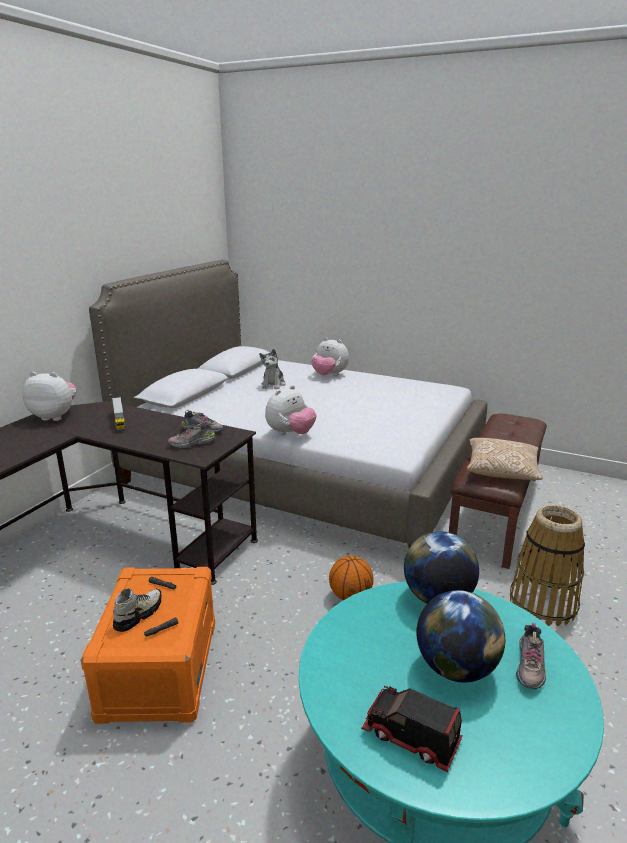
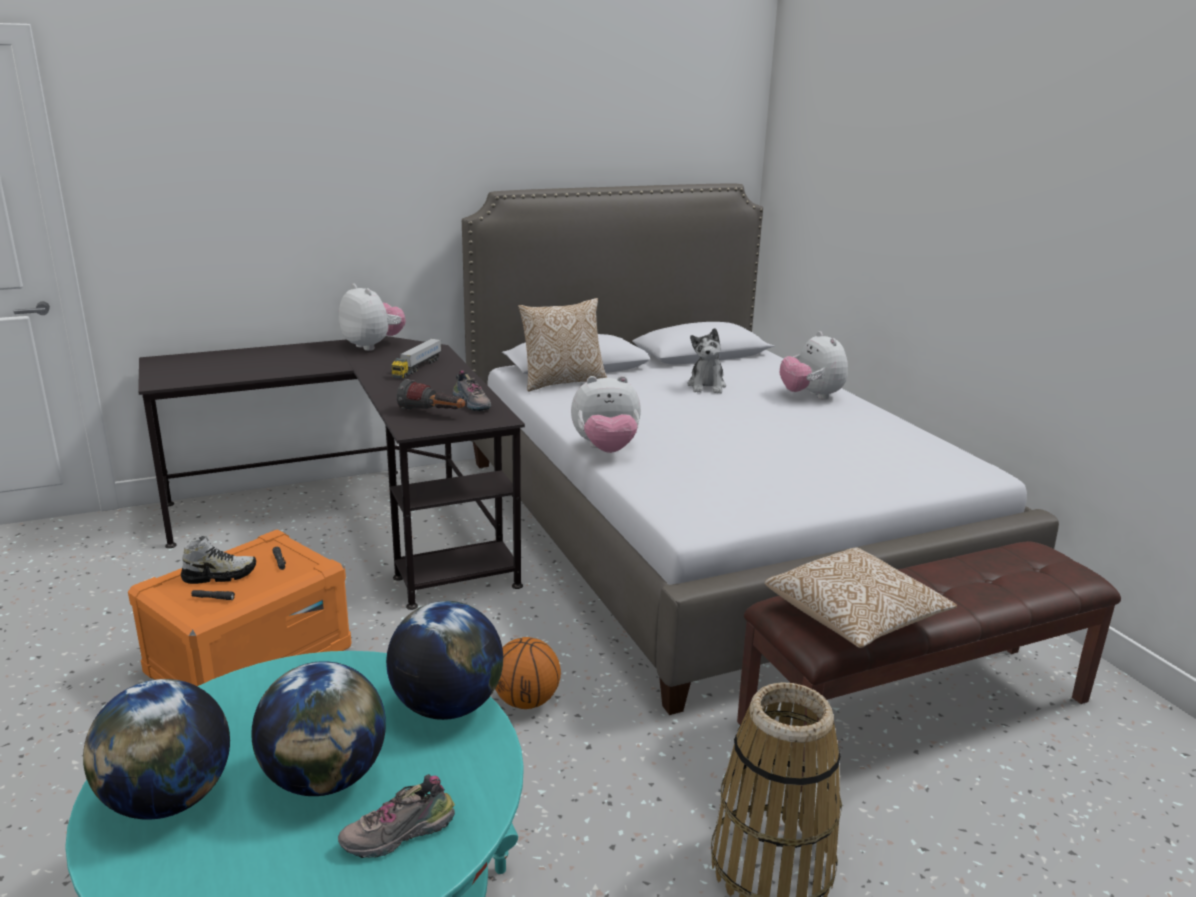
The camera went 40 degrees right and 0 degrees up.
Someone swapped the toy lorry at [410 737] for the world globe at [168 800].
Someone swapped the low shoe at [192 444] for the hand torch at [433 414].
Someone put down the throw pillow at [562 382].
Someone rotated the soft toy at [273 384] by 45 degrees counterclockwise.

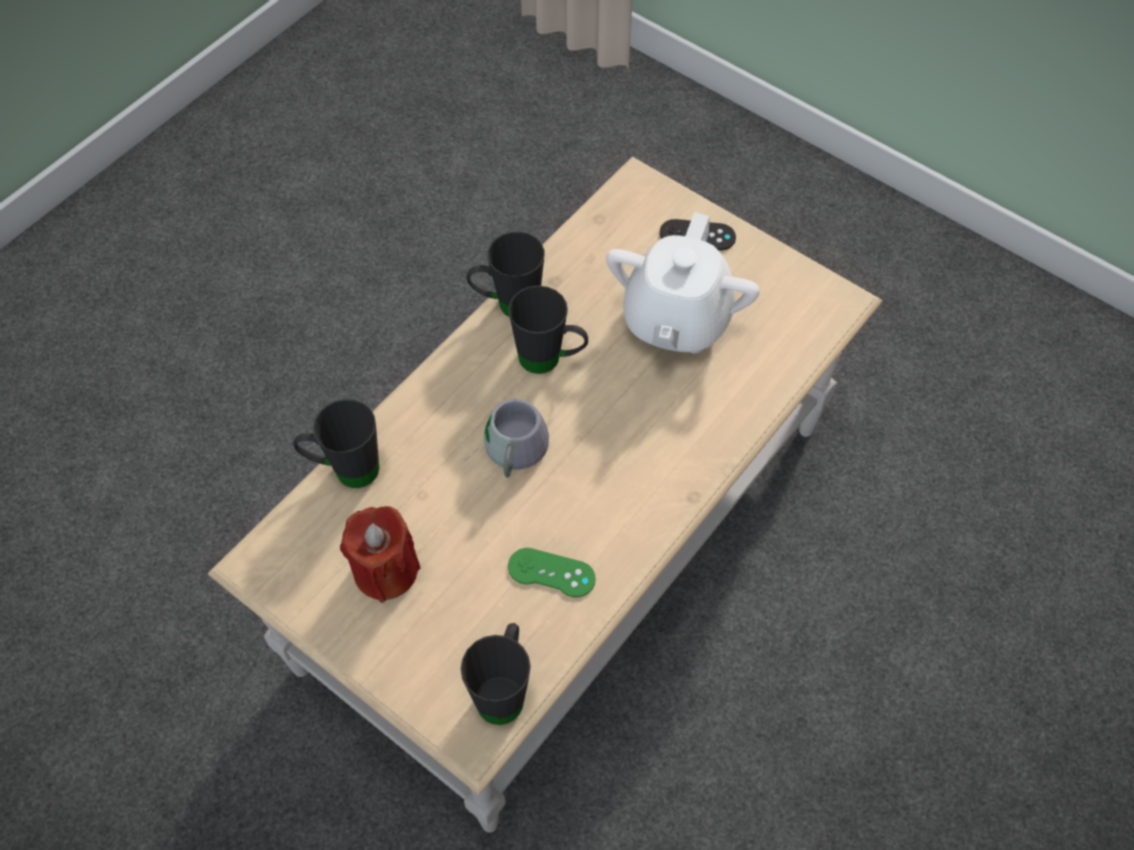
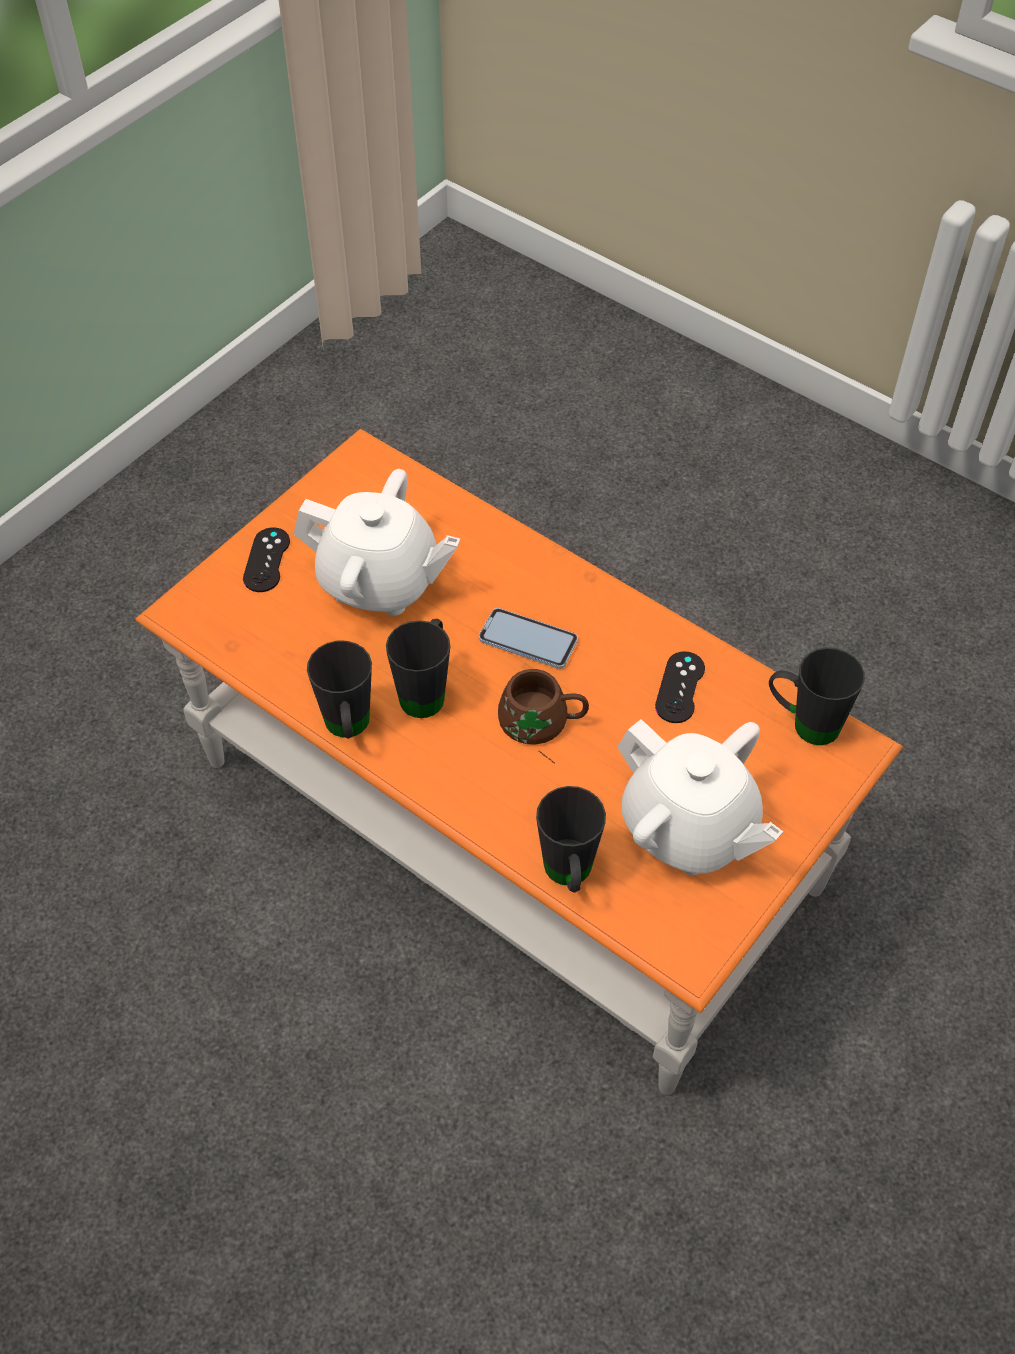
The camera went 90 degrees left and 5 degrees down.
Someone repainted the lounge table/sand-coloured at [567 543], which became the lounge table/orange at [506 824].
Someone put down the phone at [528 640].
Someone repainted the coffee mug/gray at [507 451], which became the coffee mug/brown-coloured at [541 726].
Someone swapped the candle/red-coloured at [385 570] for the tea pot/white at [688 829].
Someone repainted the gamepad/green-coloured at [551 573], which became the gamepad/black at [680 687].

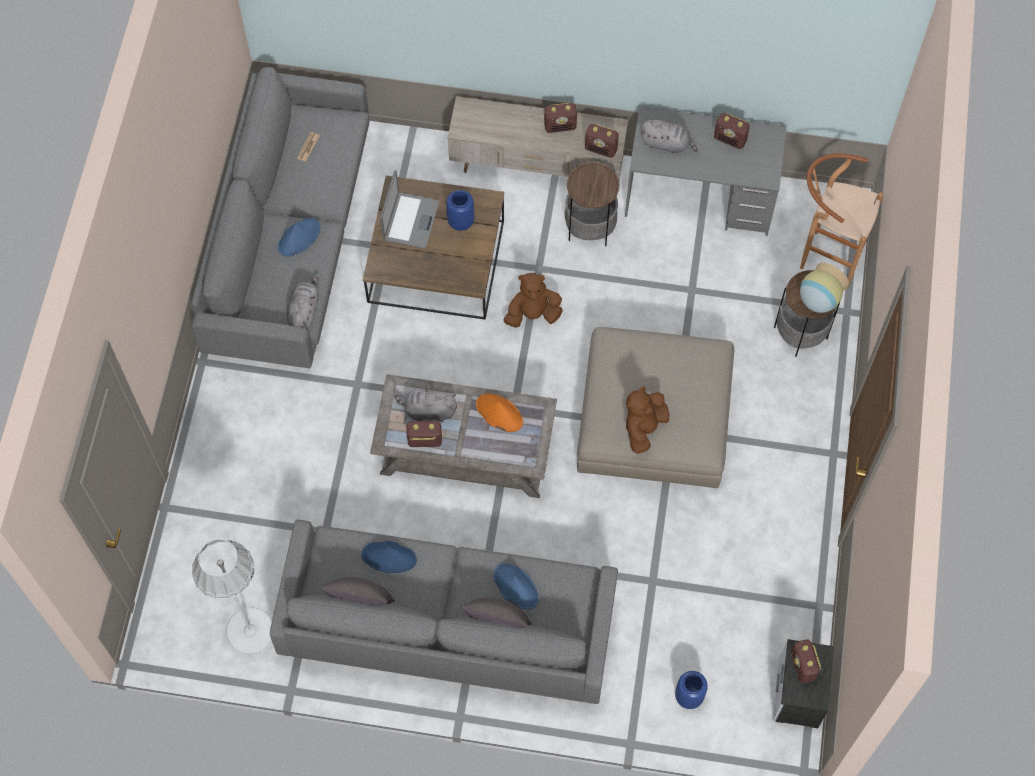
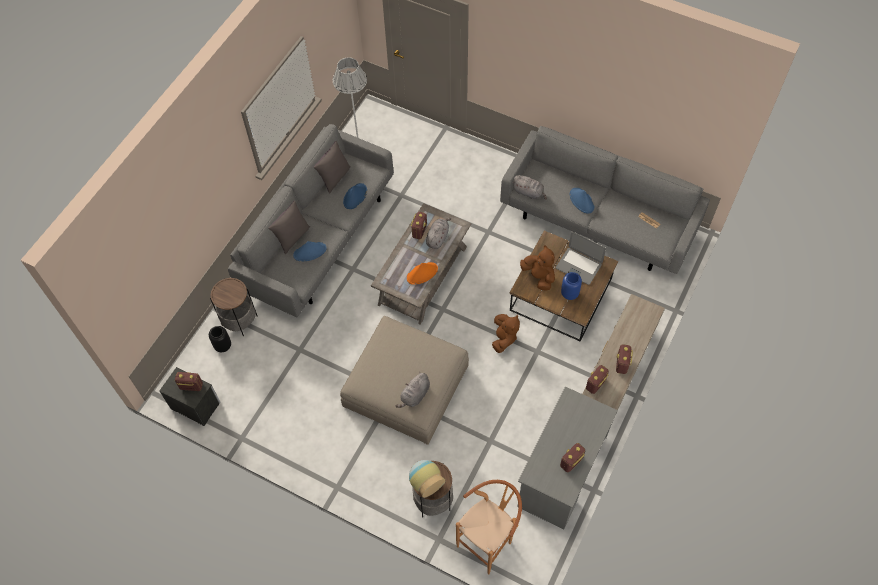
The camera went 110 degrees right and 5 degrees down.
Someone repainted the decorative vase/blue at [689 697], which became the decorative vase/black at [222 346].
Someone carried the end table from [590 227] to [239 321].
Someone carried the soft toy/gray from [667 144] to [415 395].
Someone carried the soft toy/brown-coloured from [644 428] to [539 276].

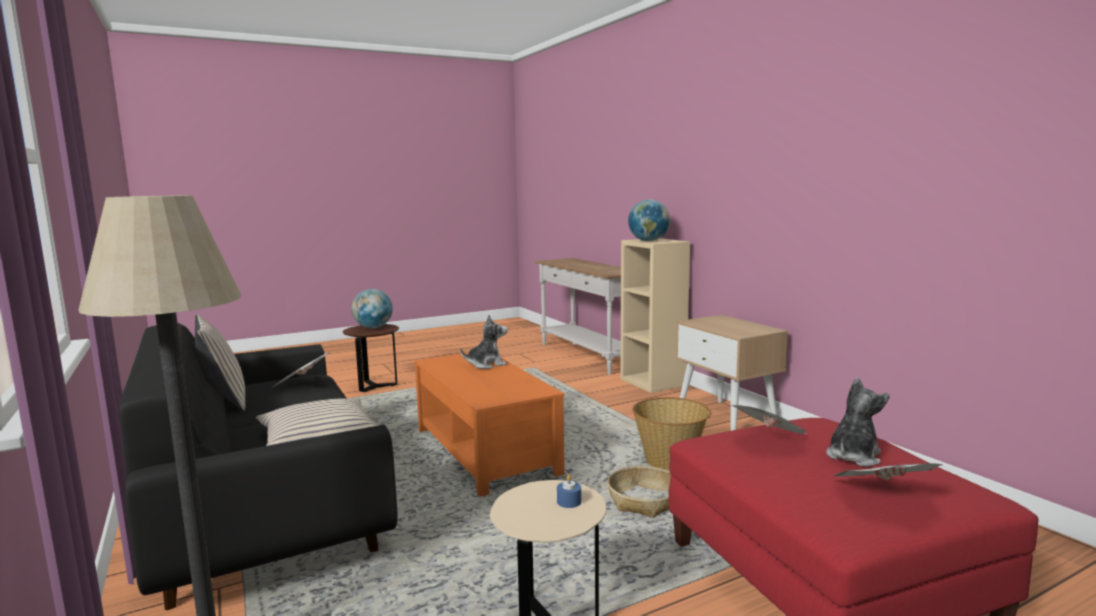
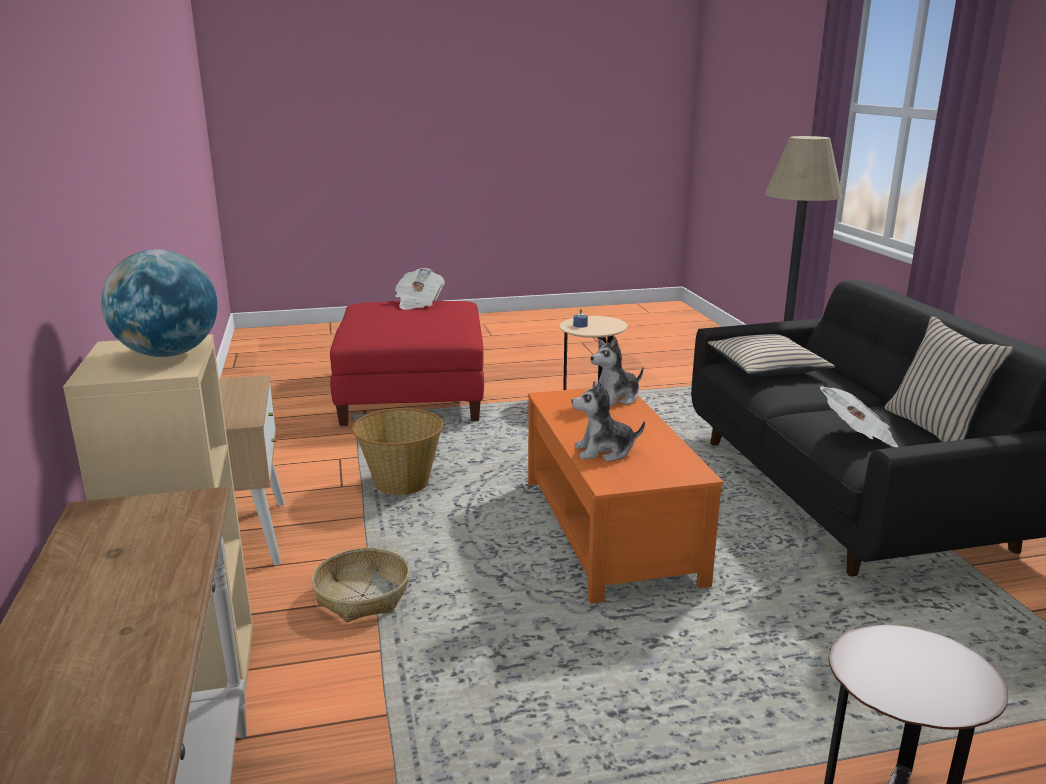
The camera went 165 degrees left and 10 degrees up.
Someone carried the household basket from [644 500] to [362 596].
Someone carried the soft toy from [853 456] to [615 398].
Someone took away the world globe at [373 328].
Someone took away the newspaper at [771 440].

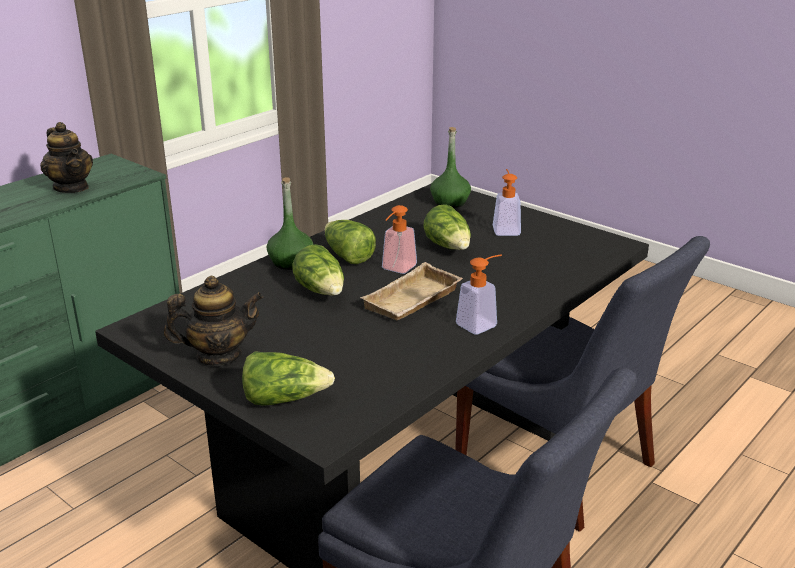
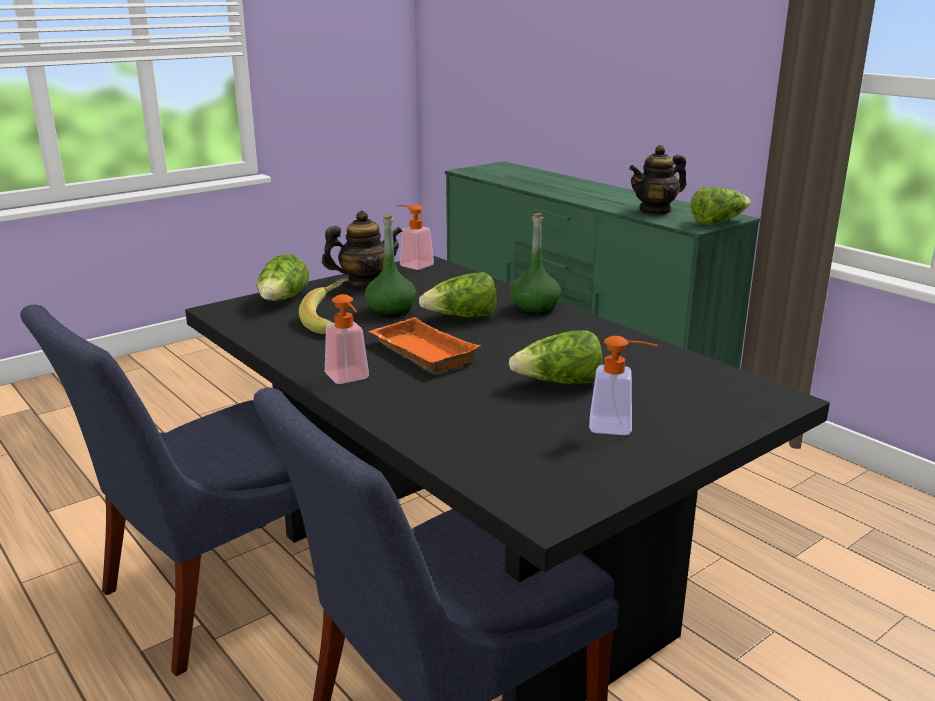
The camera went 100 degrees right and 5 degrees down.
Someone put down the banana fruit at [332 322].
Someone rotated the tea pot at [218 355] by 105 degrees counterclockwise.
Someone carried the bottle/green-coloured from [450 202] to [390 311].
Someone repainted the tray/sand-coloured at [413 301], which became the tray/orange at [419 353].
Someone carried the liquid soap bottle from [396 269] to [412 264].
Someone carried the lettuce head from [347 256] to [718 222].

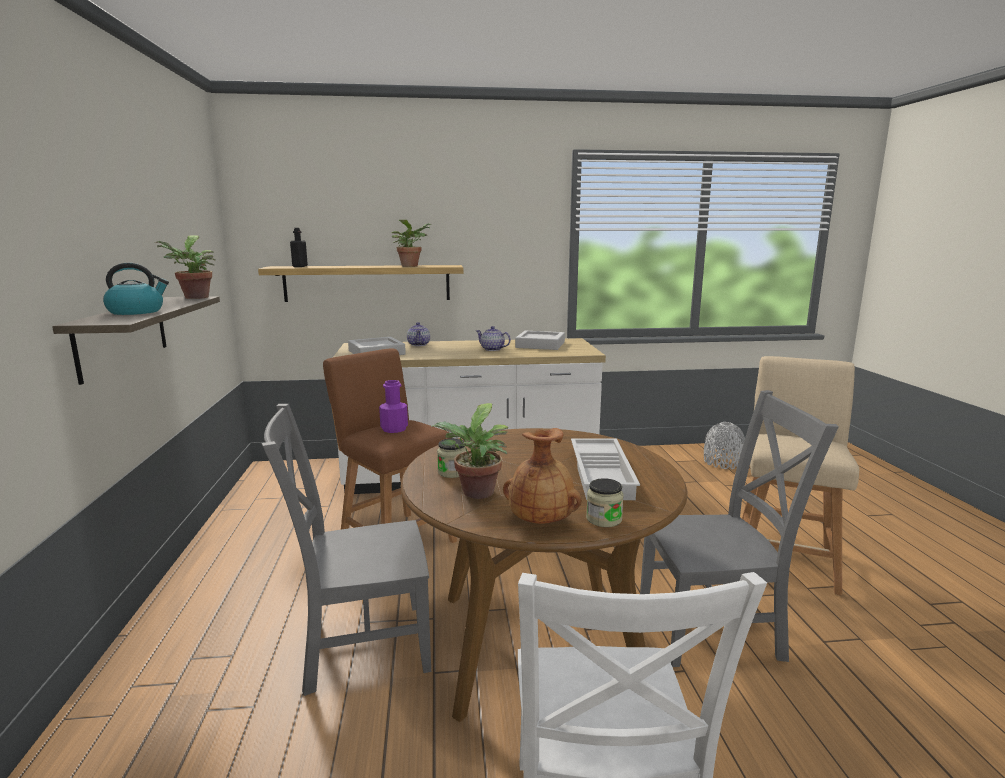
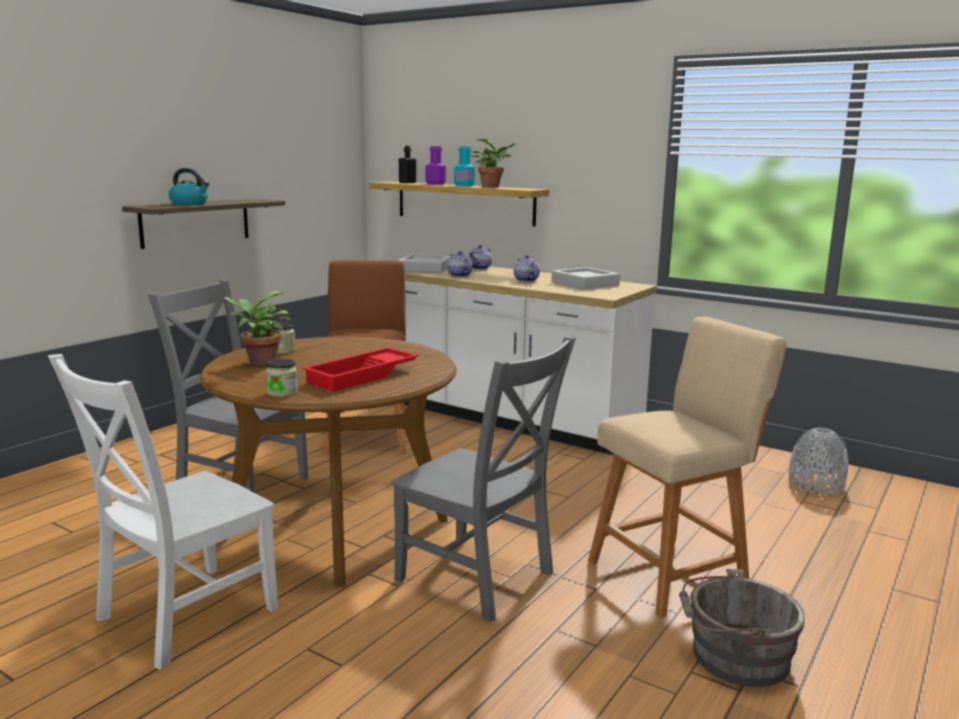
The camera went 40 degrees right and 0 degrees up.
Someone repainted the tray/white at [603 475], which became the tray/red-coloured at [362 376].
Someone carried the bottle/purple-coloured from [394 429] to [435 184].
Someone put down the tea pot at [459 275].
Someone put down the bottle/turquoise-coloured at [464 185].
Someone put down the bucket/gray at [734 657].
Someone took away the houseplant at [195 298].
Someone took away the decorative vase/brown-coloured at [541 521].

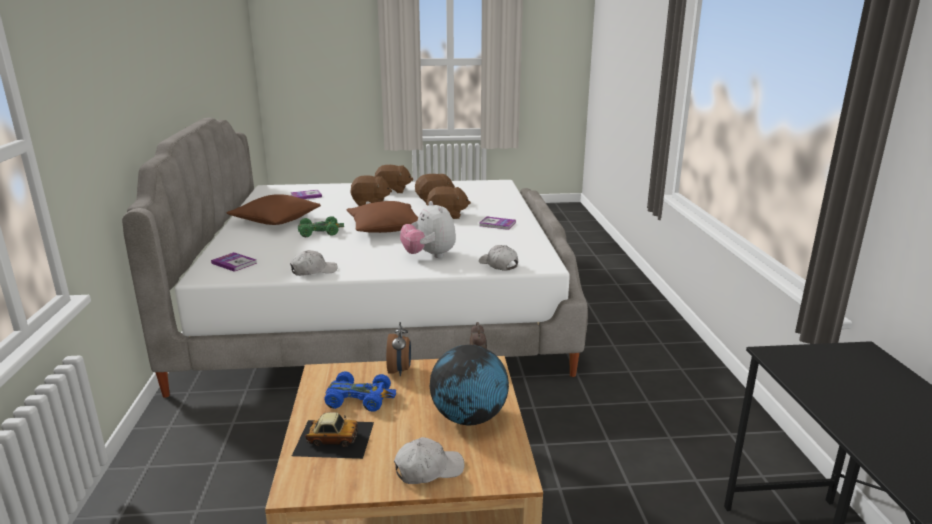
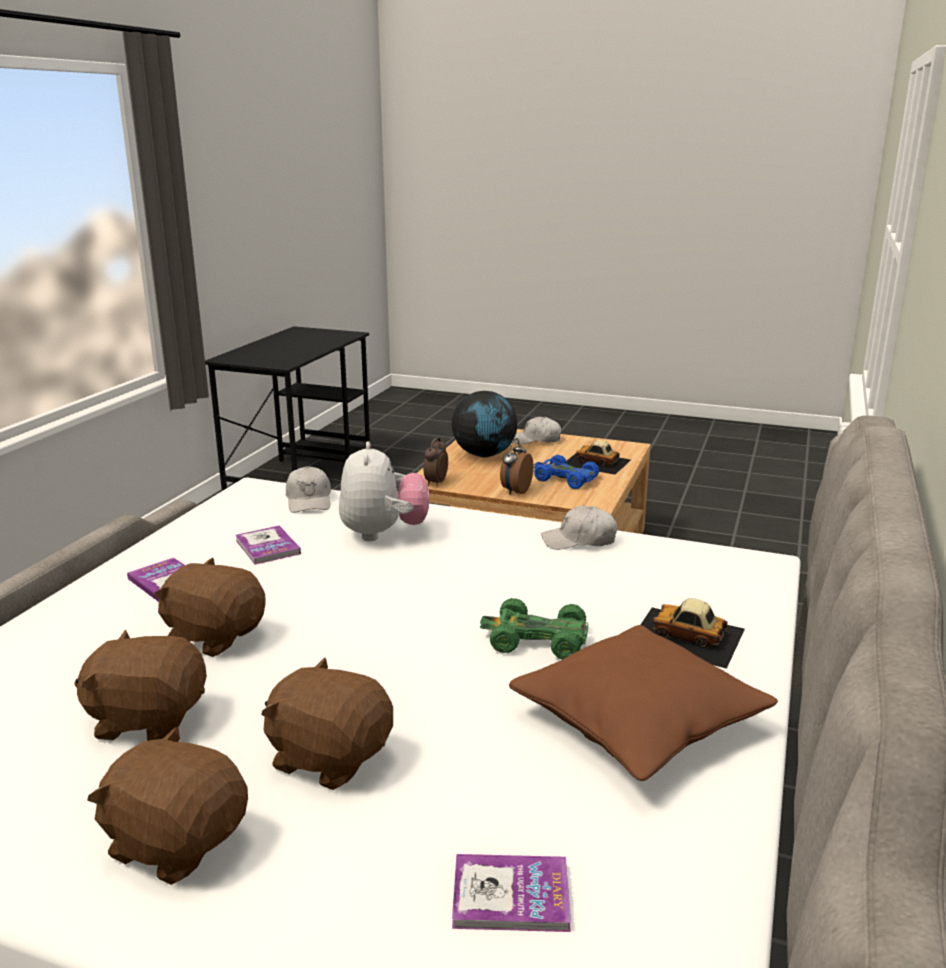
The camera went 155 degrees left and 0 degrees up.
Someone carried the bound book from [234 263] to [267 547].
Someone put down the toy car at [687 636].
Someone took away the throw pillow/brown-coloured at [385 228].

